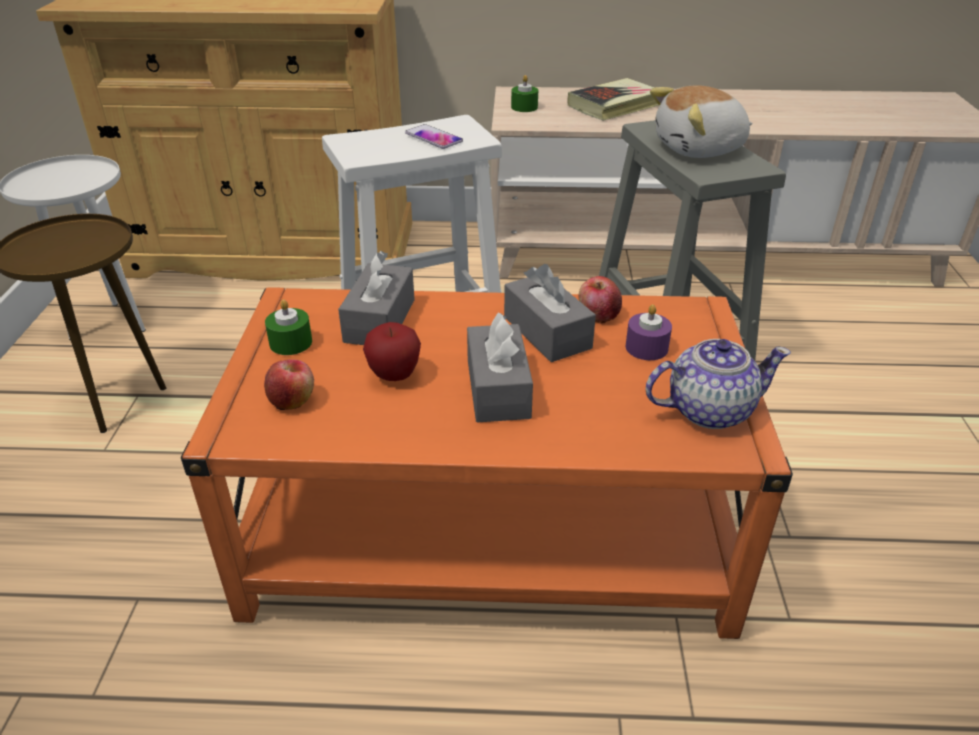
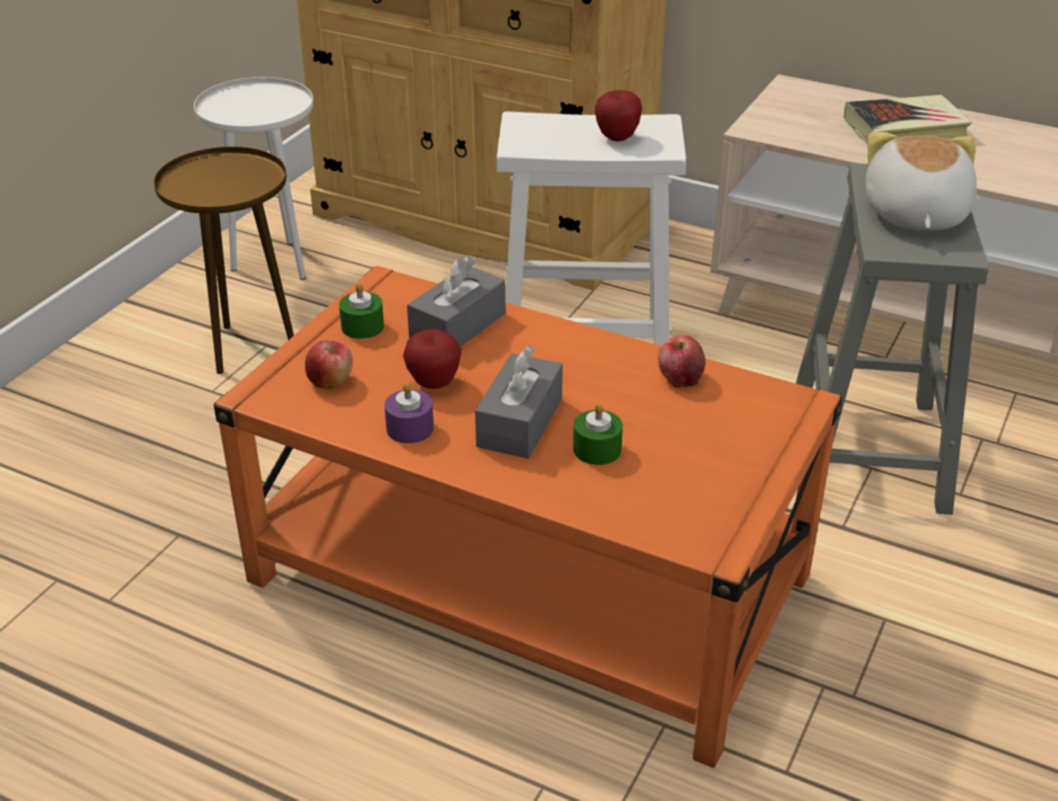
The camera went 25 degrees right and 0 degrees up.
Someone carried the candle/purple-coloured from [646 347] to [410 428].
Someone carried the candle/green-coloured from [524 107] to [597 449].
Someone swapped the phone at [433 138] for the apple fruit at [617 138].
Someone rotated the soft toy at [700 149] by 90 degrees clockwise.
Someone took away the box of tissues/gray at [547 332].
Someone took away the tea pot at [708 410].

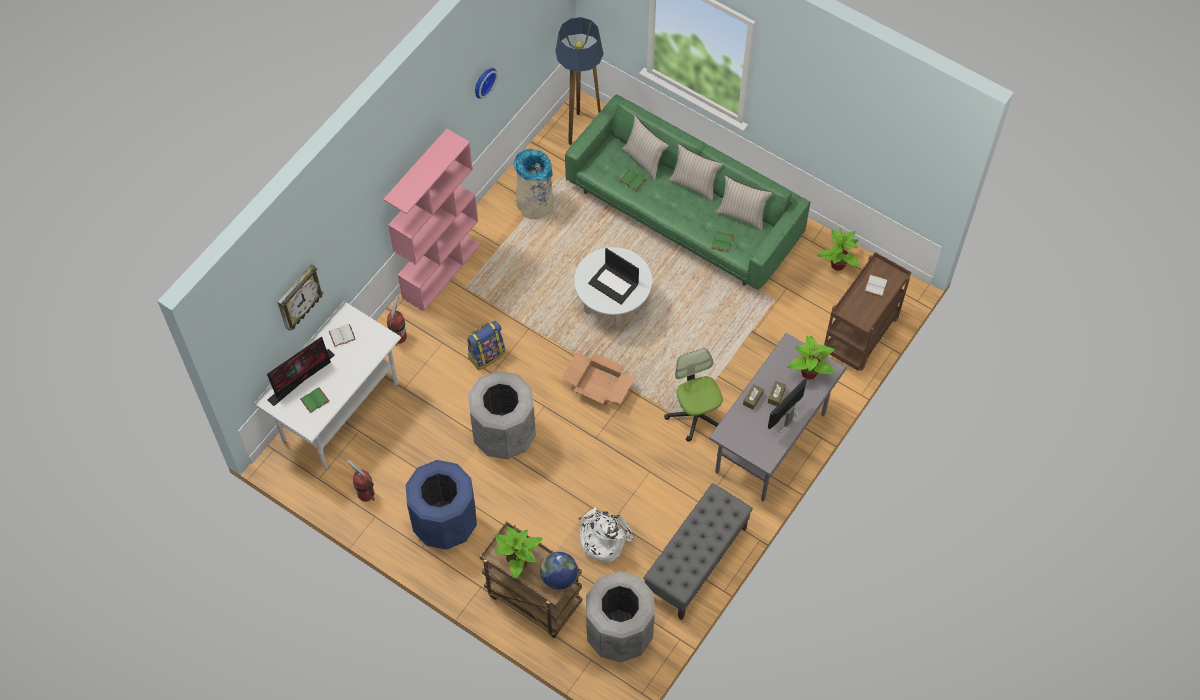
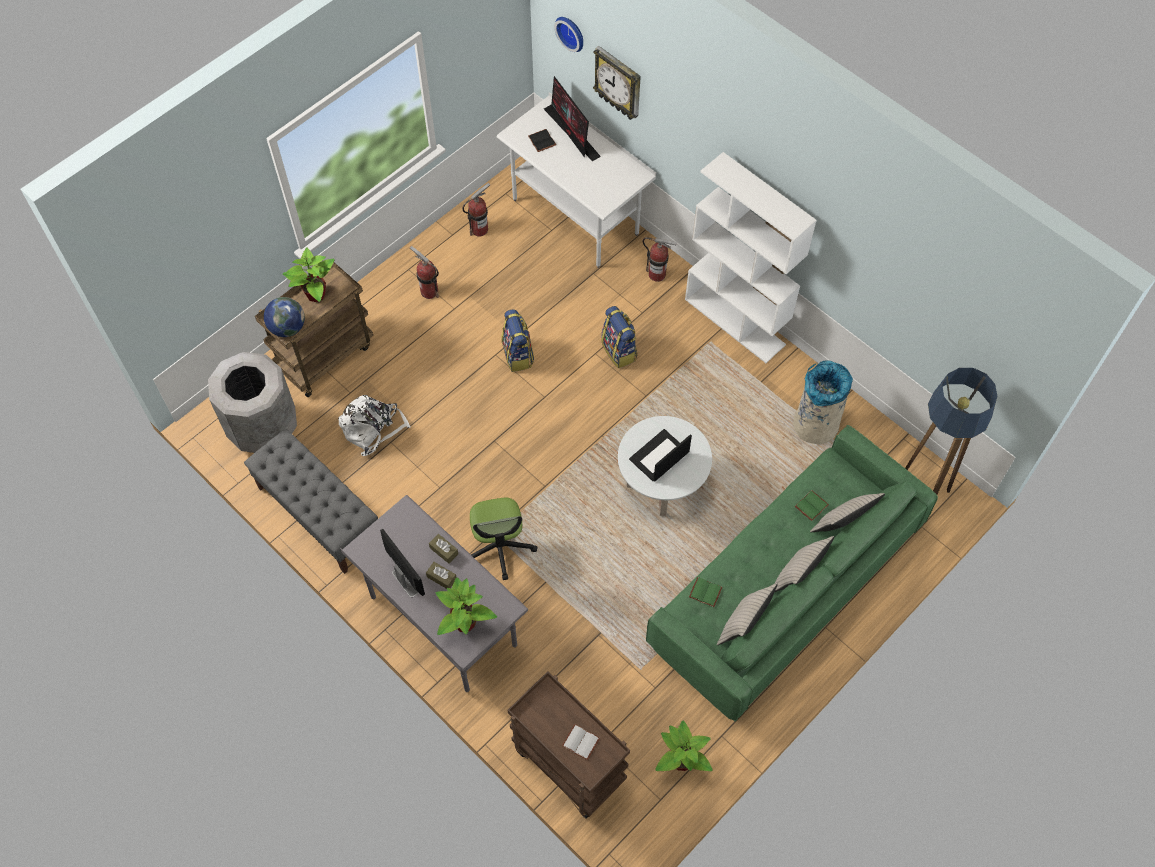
The camera went 100 degrees right and 0 degrees up.
Someone swapped the trash can/blue at [445 523] for the fire-fighting cylinder at [429 291].
Someone rotated the office chair at [695 415] by 90 degrees clockwise.
Someone swapped the trash can/gray at [504 434] for the rucksack at [518 355].
Someone repainted the bound book/green-coloured at [315 400], which became the bound book/black at [542 141].
Someone carried the wall clock from [483 81] to [571 32].
Someone repainted the shelving unit/pink at [441 270], which became the shelving unit/white at [735 322].
Someone took away the bound book/white at [342 335].
Someone took away the cardboard box at [597 386].

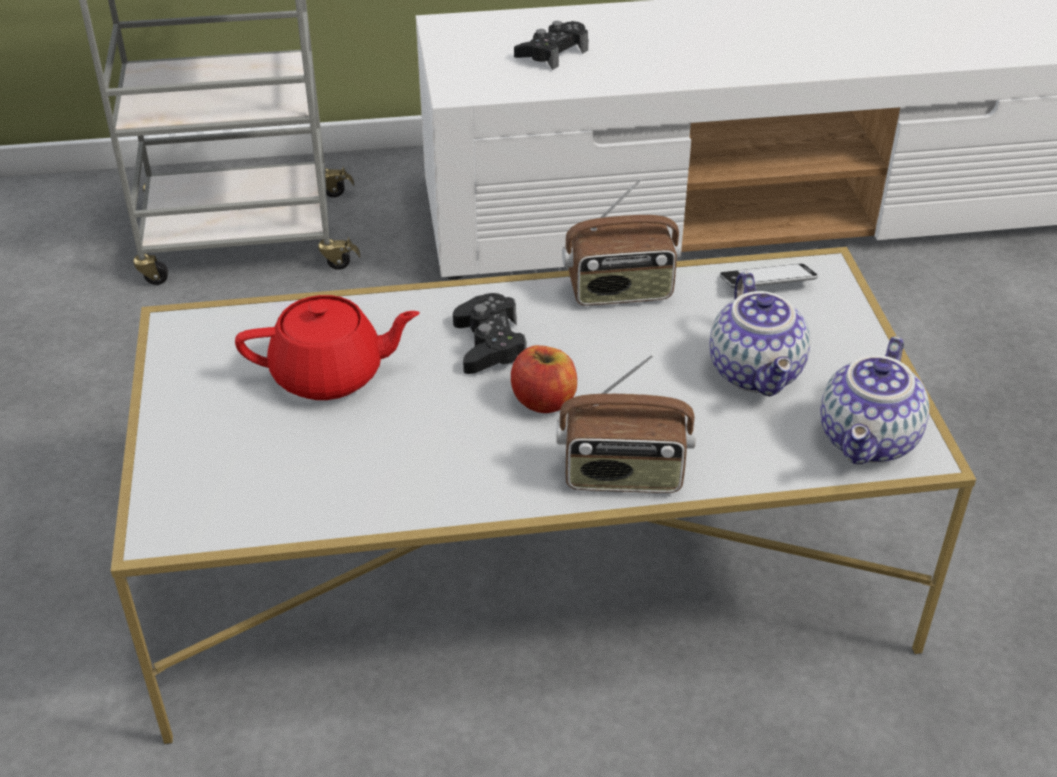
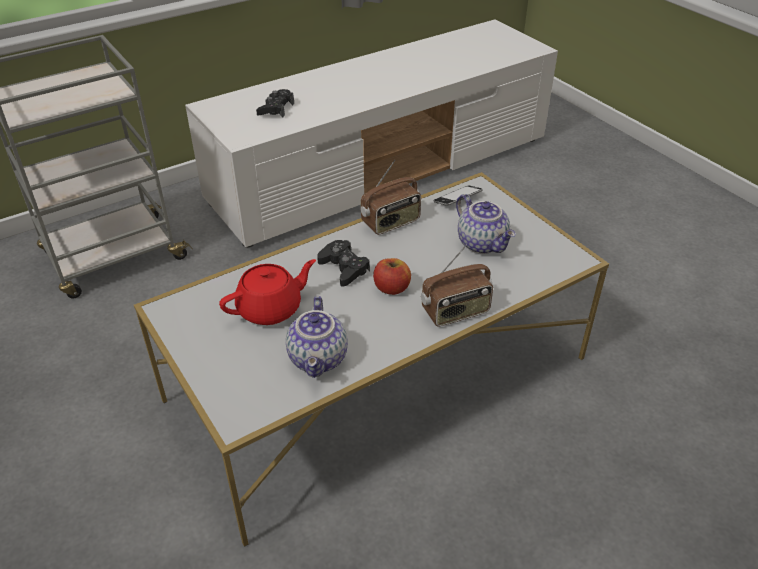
The camera went 25 degrees left and 0 degrees up.
Someone carried the tea pot from [870 441] to [319 359].

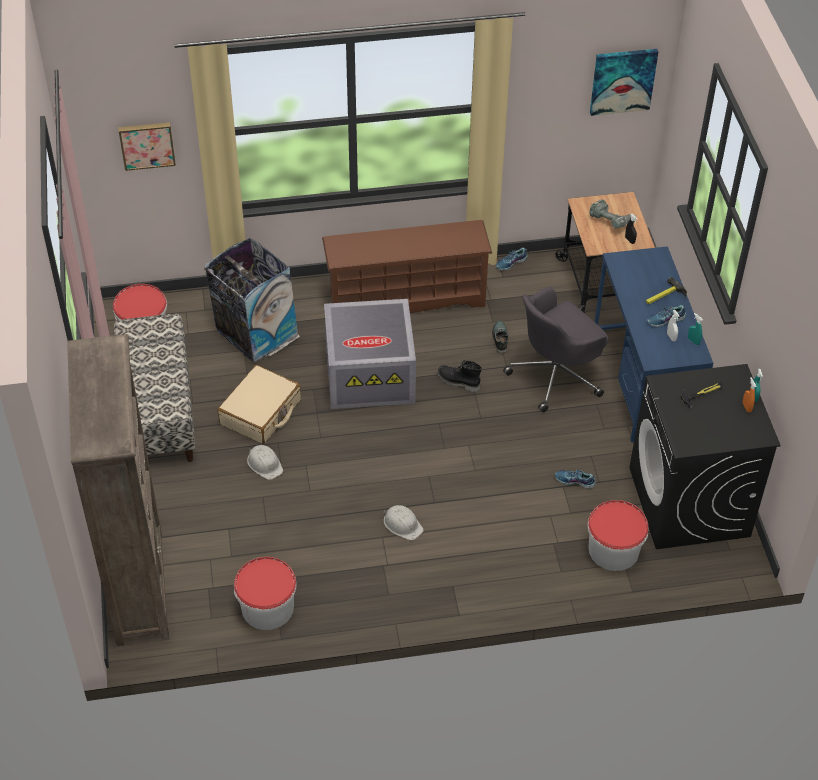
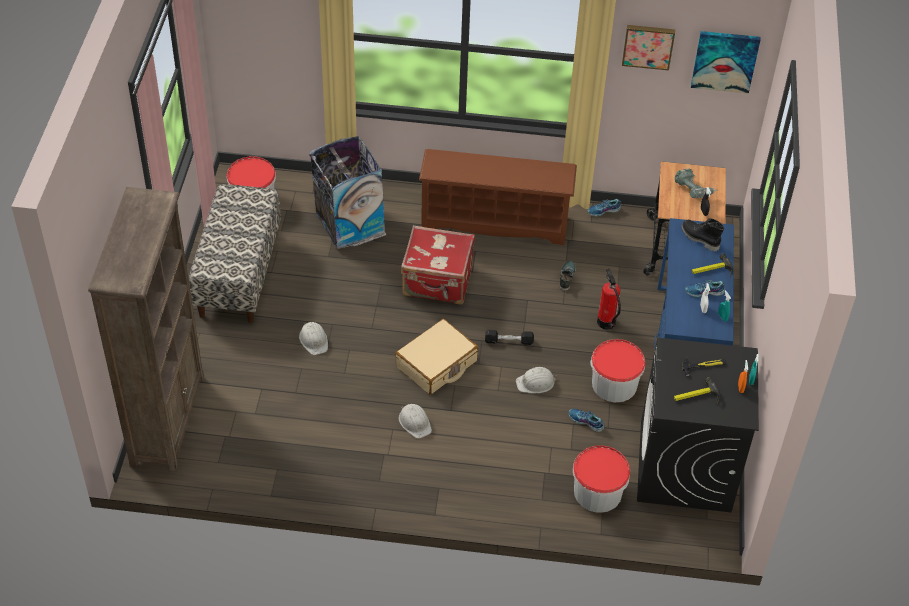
The camera went 15 degrees right and 0 degrees up.
Someone carried the piece of luggage/sand-coloured from [261 412] to [437 364].
Someone swapped the storage box/gray at [371 373] for the piece of luggage/red-coloured at [437 282].
Someone put down the hand weight/black at [509 341].
Someone put down the work helmet/white at [536 383].
Someone carried the bucket from [267 607] to [614 384].
Someone swapped the office chair/gray at [556 375] for the fire-fighting cylinder at [606 322].
Someone carried the picture from [147 144] to [648 45].
Someone put down the hammer at [696 397].
Someone carried the tall boot/black from [458 382] to [699 239].

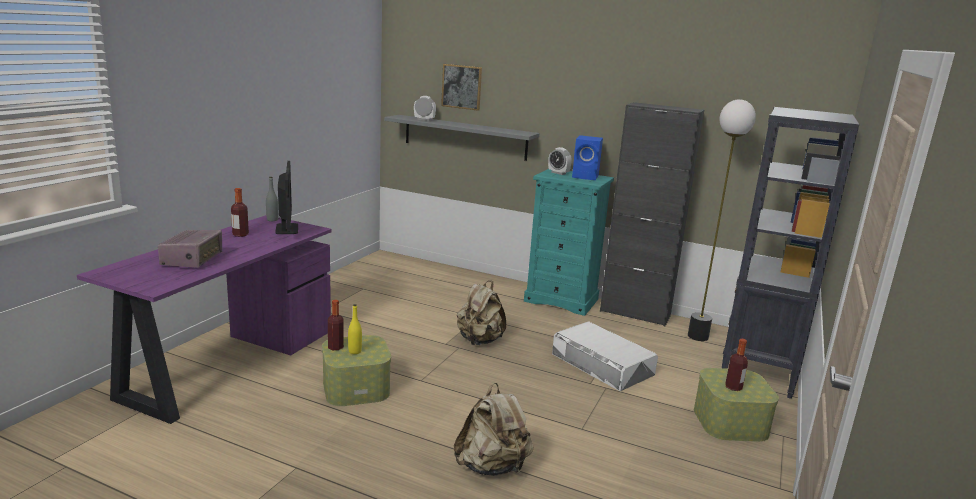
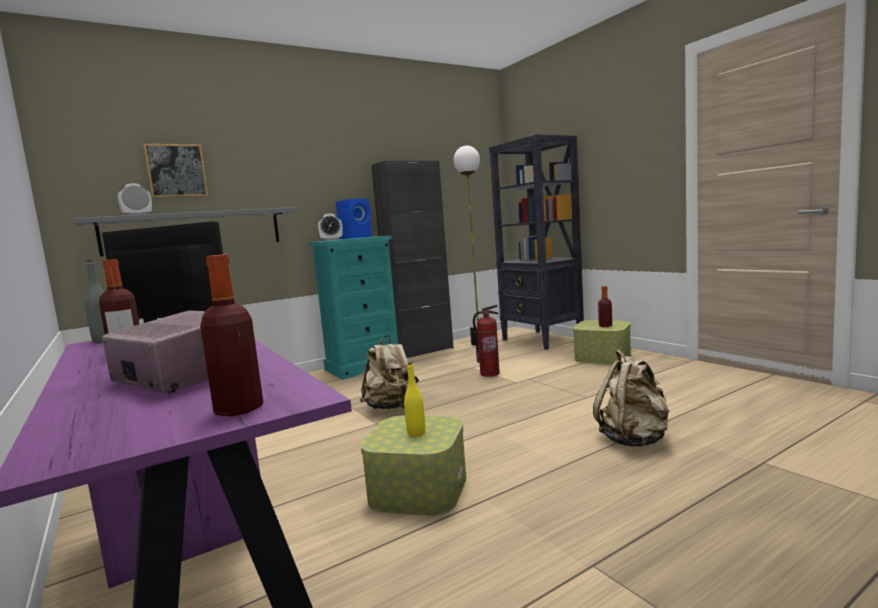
The camera went 55 degrees left and 10 degrees down.
Someone carried the bottle from [335 347] to [239 409].
Someone swapped the storage box/white at [602 364] for the fire-fighting cylinder at [490 373].

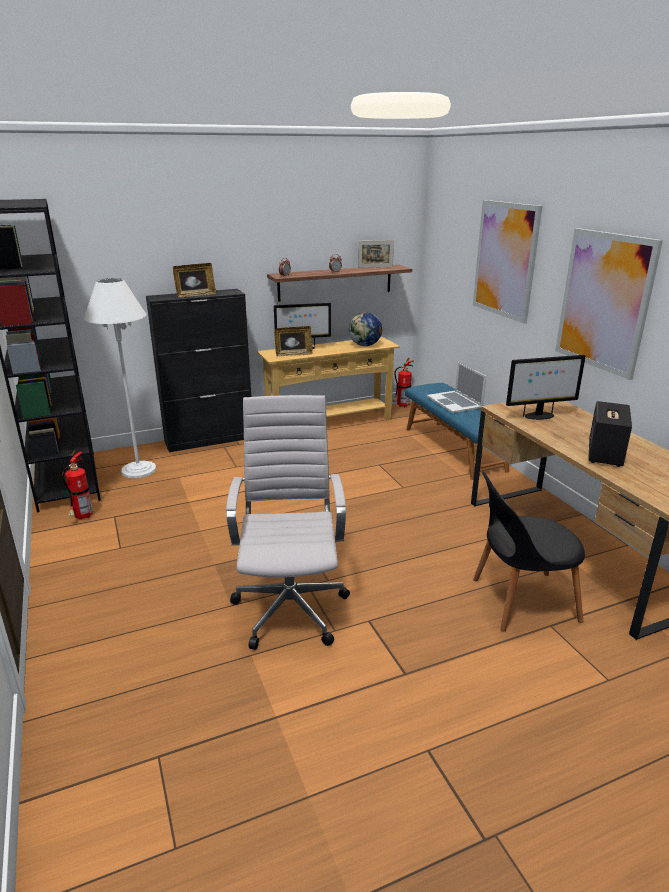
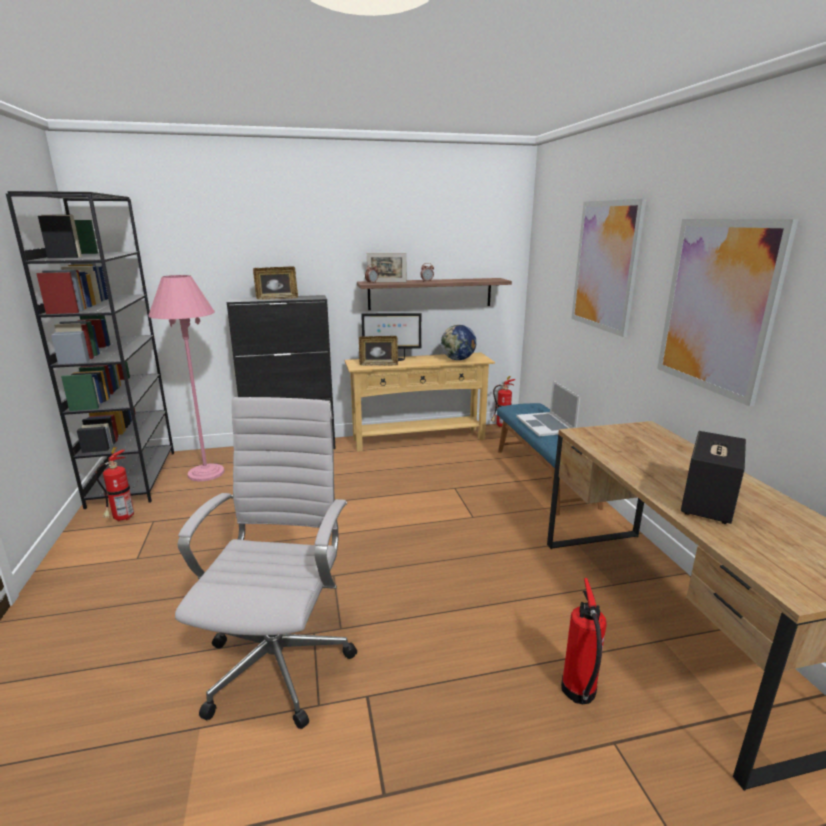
The camera went 10 degrees right and 5 degrees down.
Someone repainted the floor lamp/white at [139 470], which became the floor lamp/pink at [206 473].
Someone carried the standing frame from [375 267] to [387 282].
Someone swapped the plain chair/black at [520 600] for the fire-fighting cylinder at [578 693].
Someone took away the computer display at [538 416].

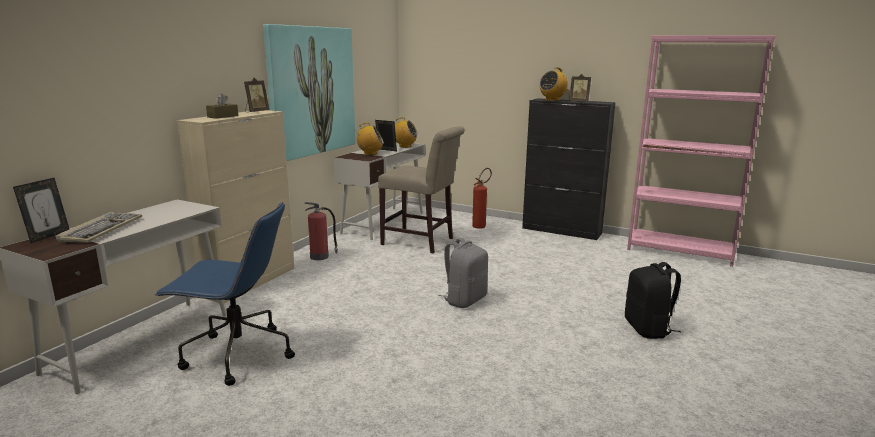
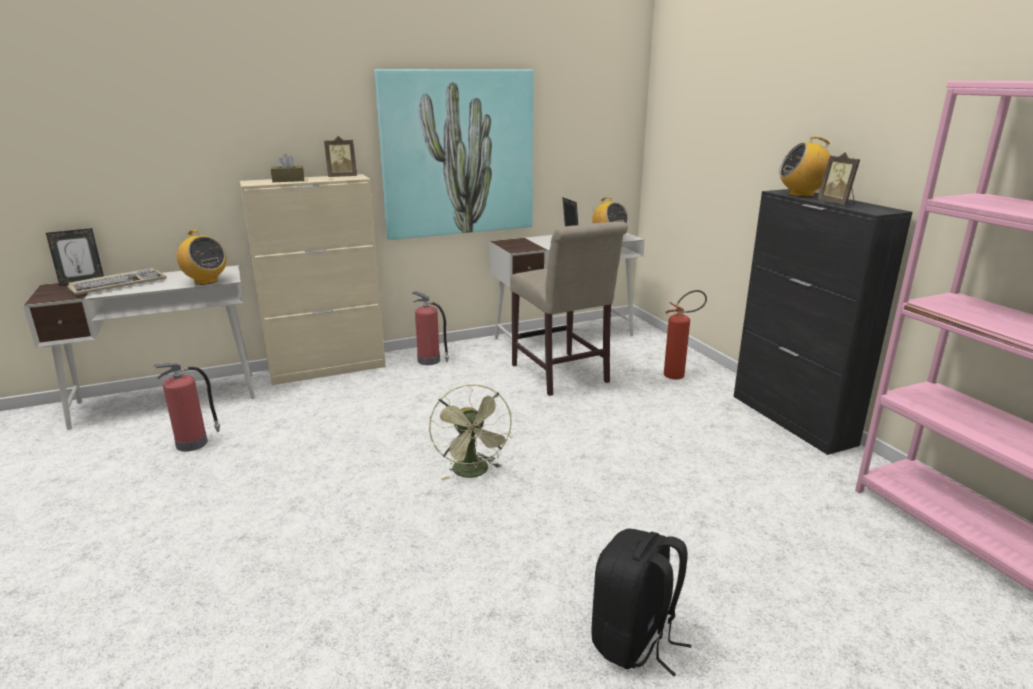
The camera went 40 degrees right and 5 degrees up.
Someone swapped the office chair/blue at [236 355] for the fire-fighting cylinder at [194 443].
Someone carried the radio from [370 153] to [206 281].
Someone swapped the rucksack/gray at [464 300] for the electric fan/green-coloured at [473 473].

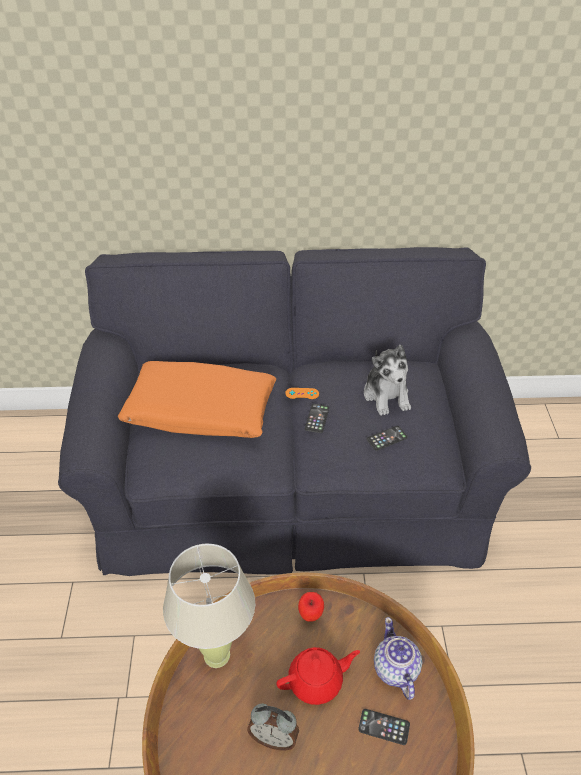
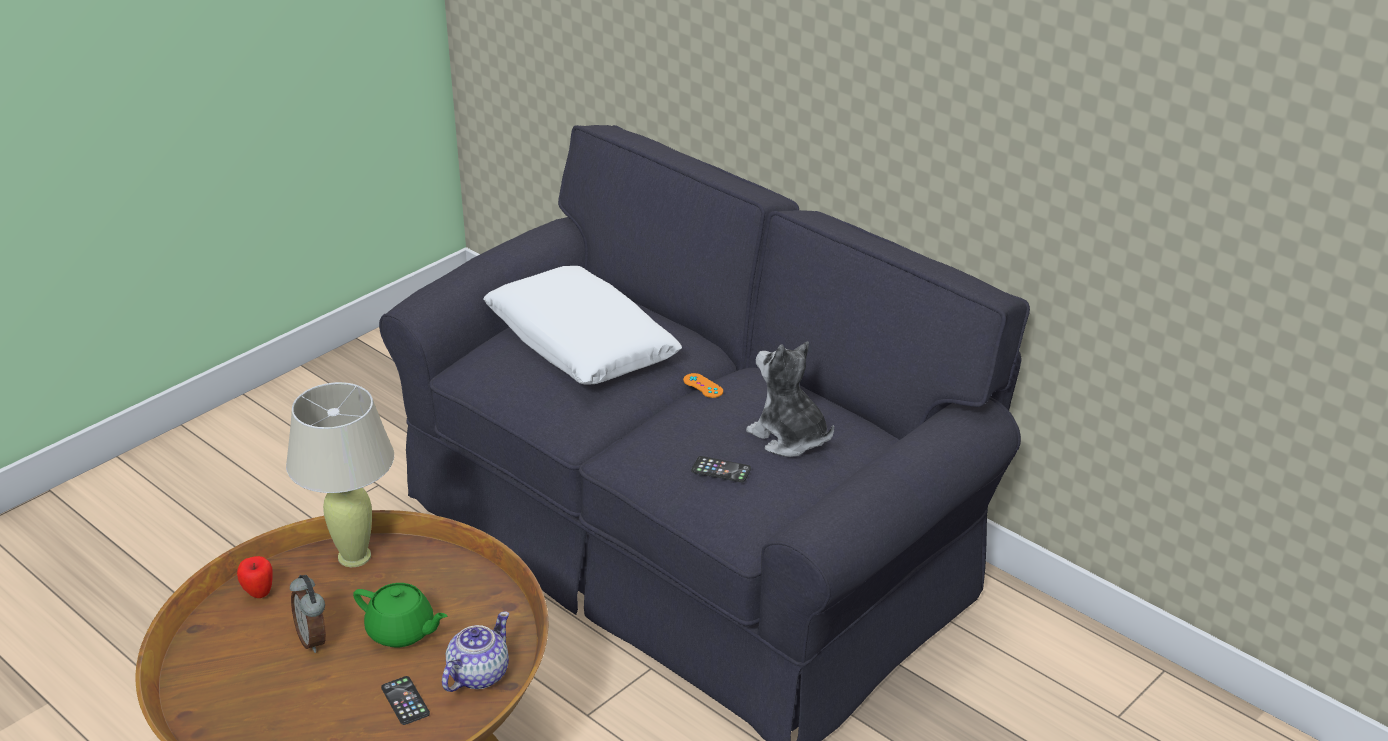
The camera went 45 degrees right and 10 degrees down.
Someone carried the apple fruit from [310 616] to [259 594].
Someone repainted the tea pot/red-coloured at [316 681], which became the tea pot/green-coloured at [402 632].
Someone repainted the throw pillow/orange at [200 411], which became the throw pillow/white at [580 343].
Someone rotated the soft toy at [386 395] by 105 degrees clockwise.
Someone took away the phone at [317 418].

